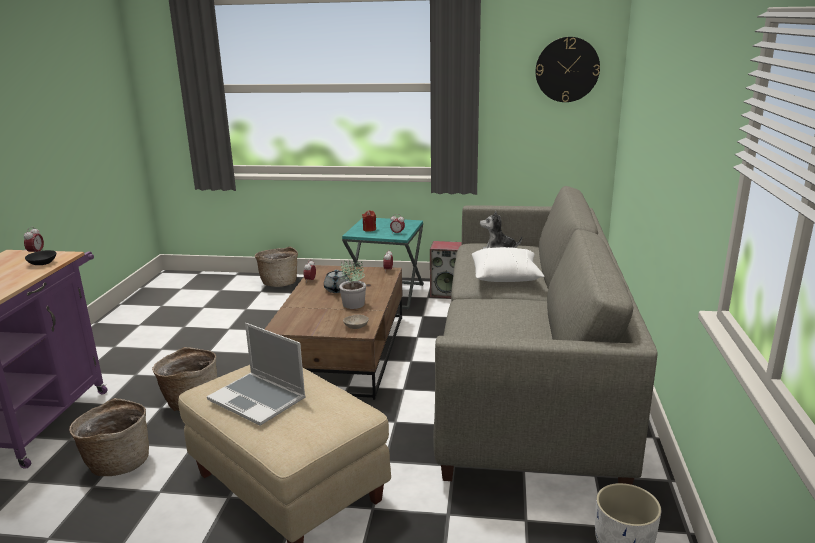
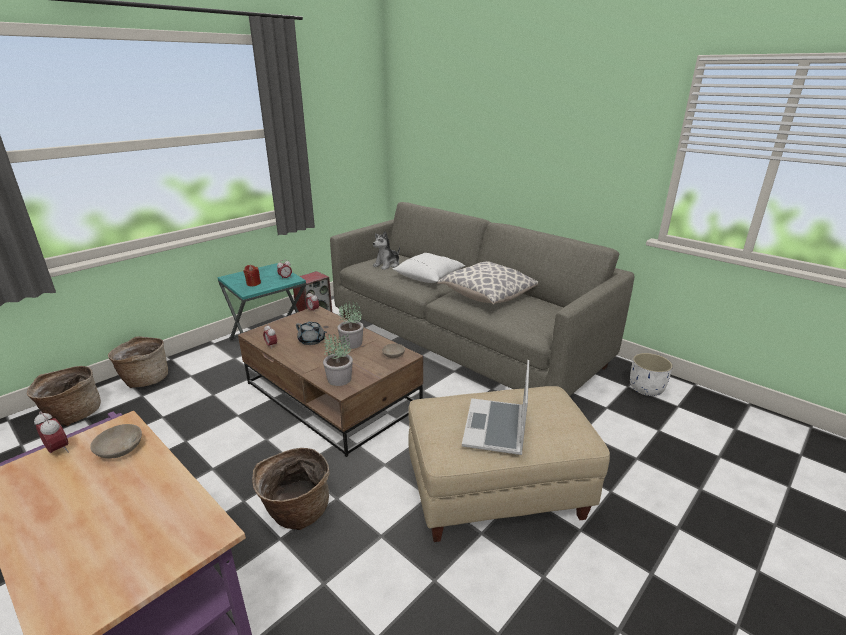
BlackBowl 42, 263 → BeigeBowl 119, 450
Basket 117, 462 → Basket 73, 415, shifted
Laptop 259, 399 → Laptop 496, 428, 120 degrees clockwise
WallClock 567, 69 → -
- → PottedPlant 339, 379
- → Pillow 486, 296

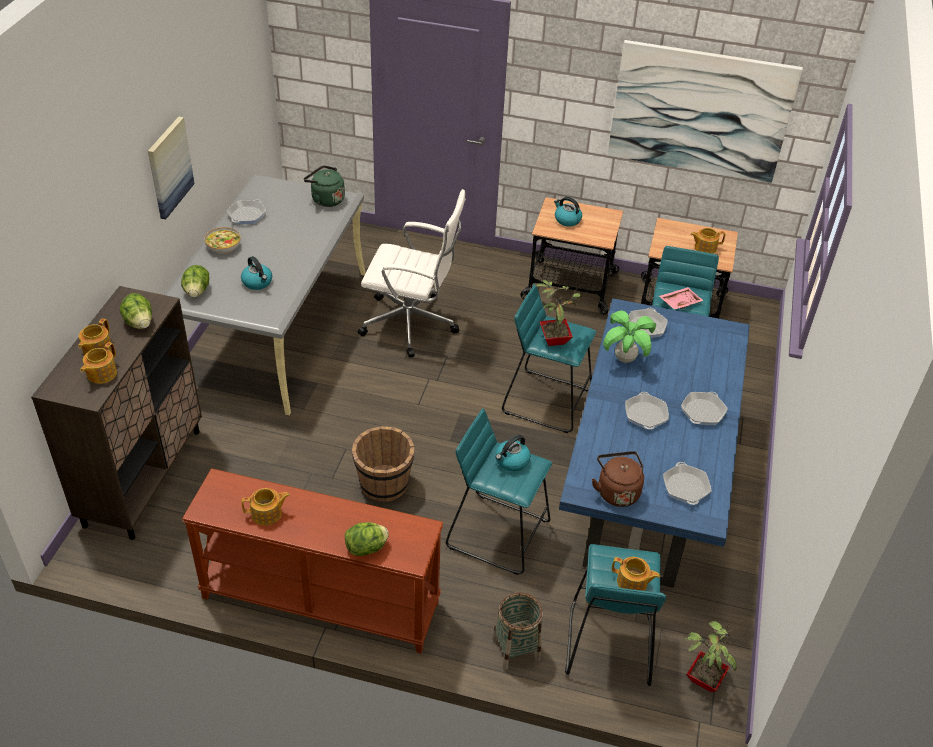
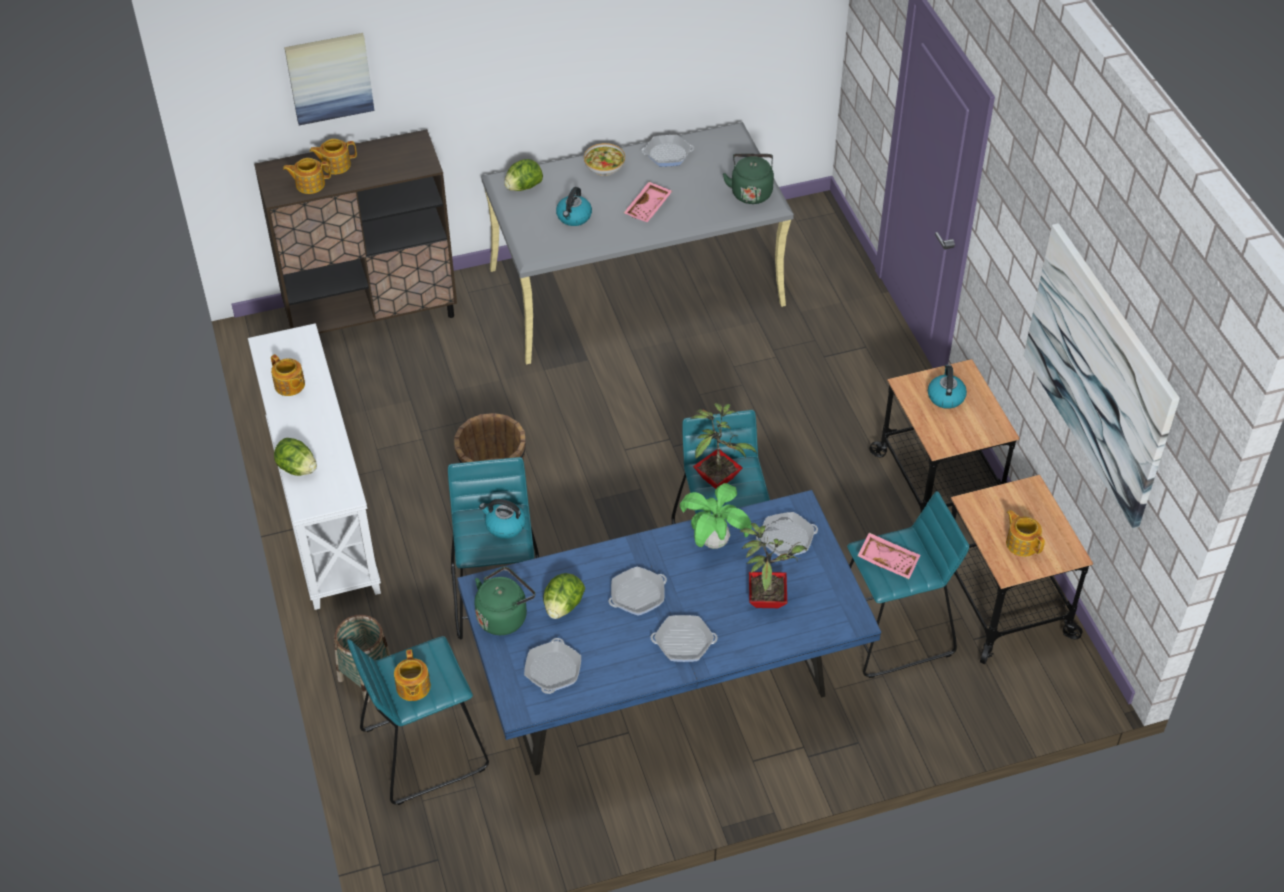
Lettuce 139, 323 → Lettuce 563, 606, shifted
Picture 169, 167 → Picture 329, 77, shifted
BrownConsoleTable 319, 601 → WhiteConsoleTable 321, 508
WhiteOfficeChair 412, 324 → -
BrownKettle 617, 491 → GreenKettle 504, 616
FryingPan 685, 487 → FryingPan 553, 670, 135 degrees clockwise
PottedPlant 703, 679 → PottedPlant 767, 597, shifted
- → PinkTray 649, 207

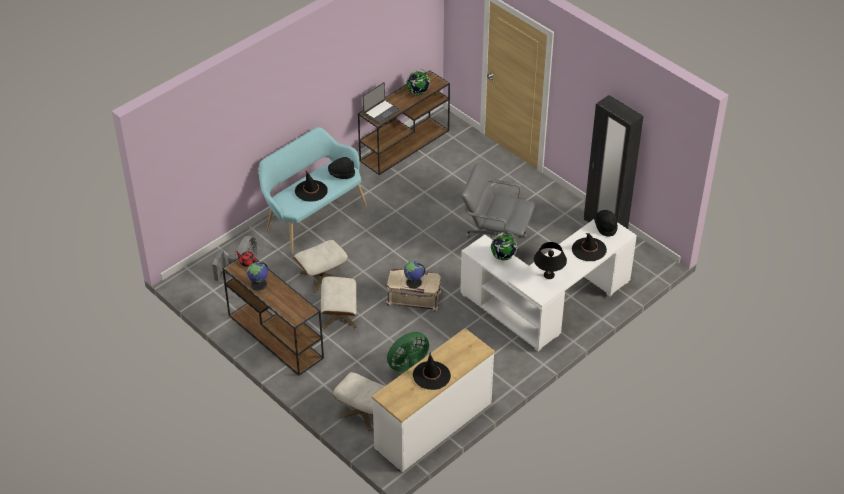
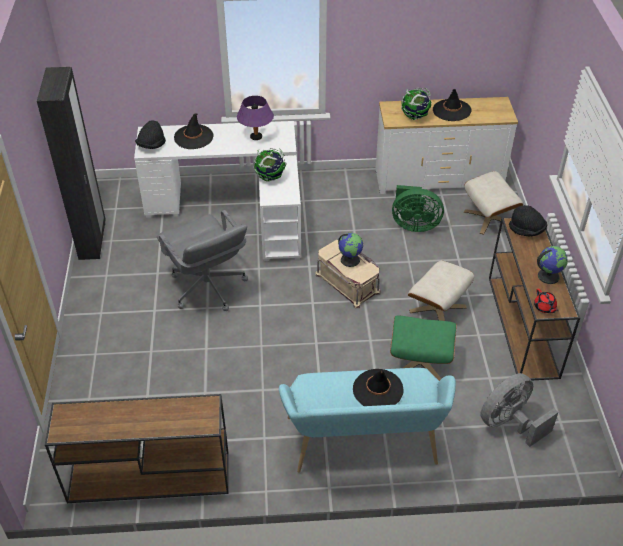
BeigeOttoman 321, 276 → GreenOttoman 420, 361
BlackHat 341, 174 → BlackHat 526, 230, shifted
Laptop 381, 112 → -
Globe 418, 92 → Globe 415, 116, shifted
BlackTableLamp 549, 275 → PurpleTableLamp 256, 137

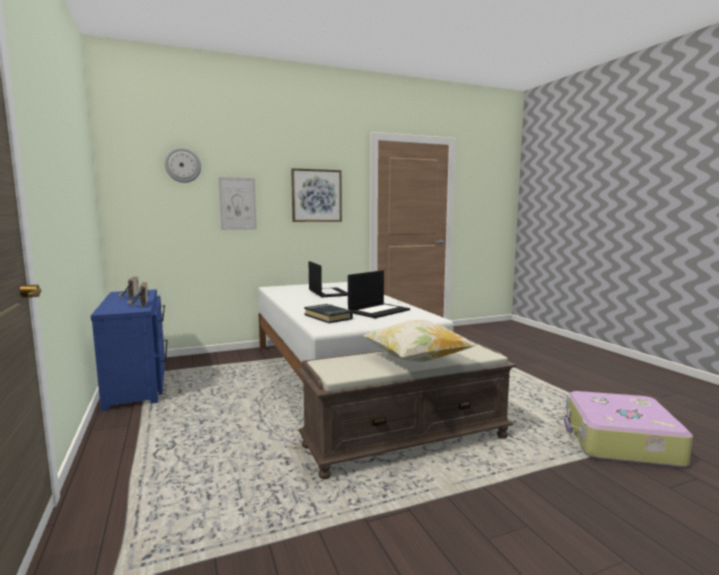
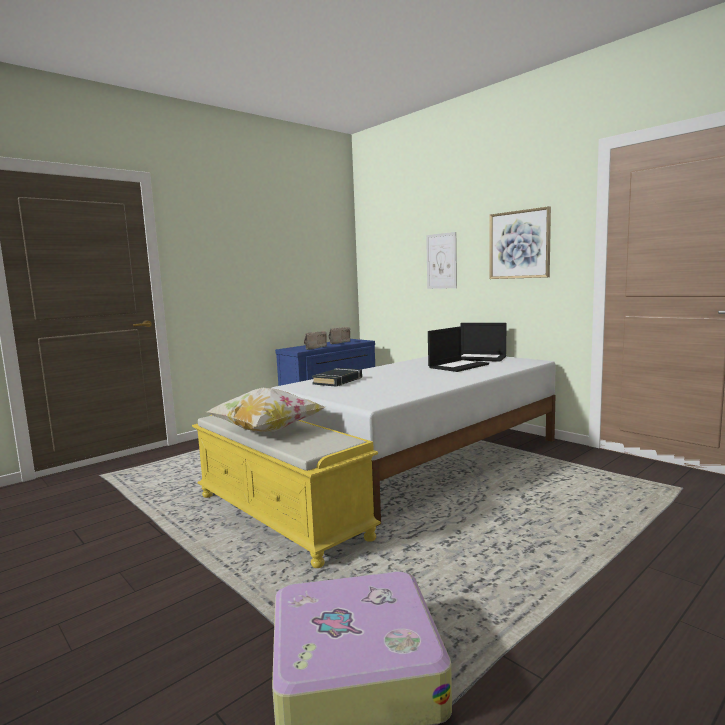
WallClock 183, 165 → -
BrownBench 407, 440 → YellowBench 282, 515
Laptop 378, 311 → Laptop 480, 358, shifted

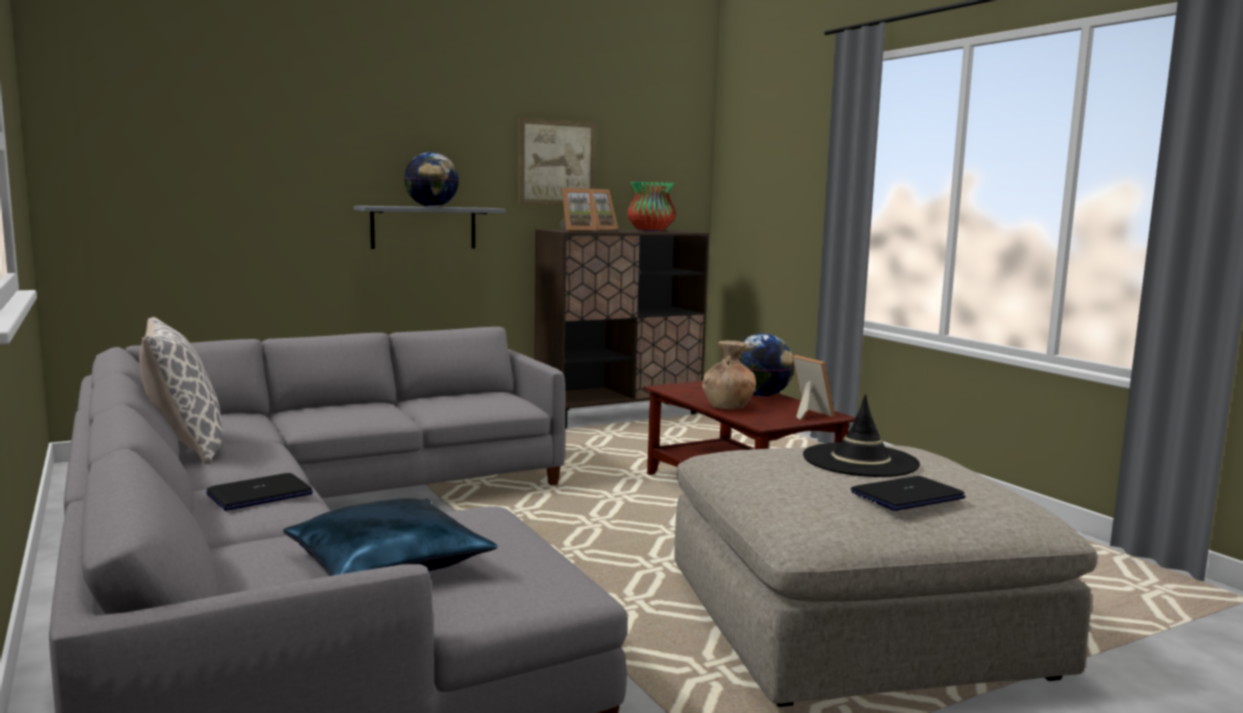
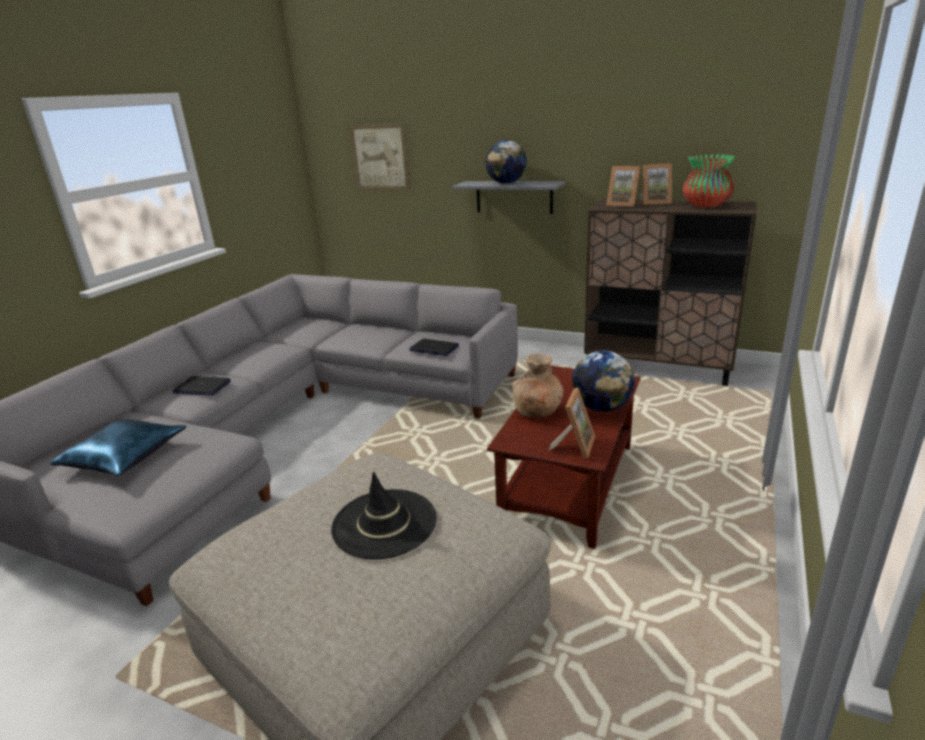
Pillow 185, 448 → -
Picture 556, 163 → Picture 380, 157, shifted
Laptop 907, 496 → Laptop 434, 348, shifted

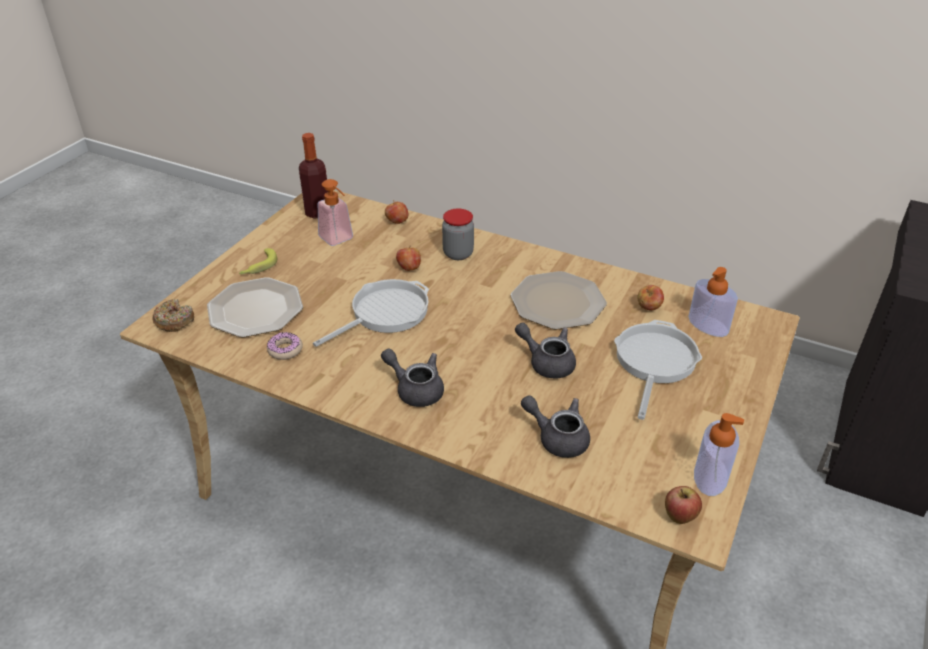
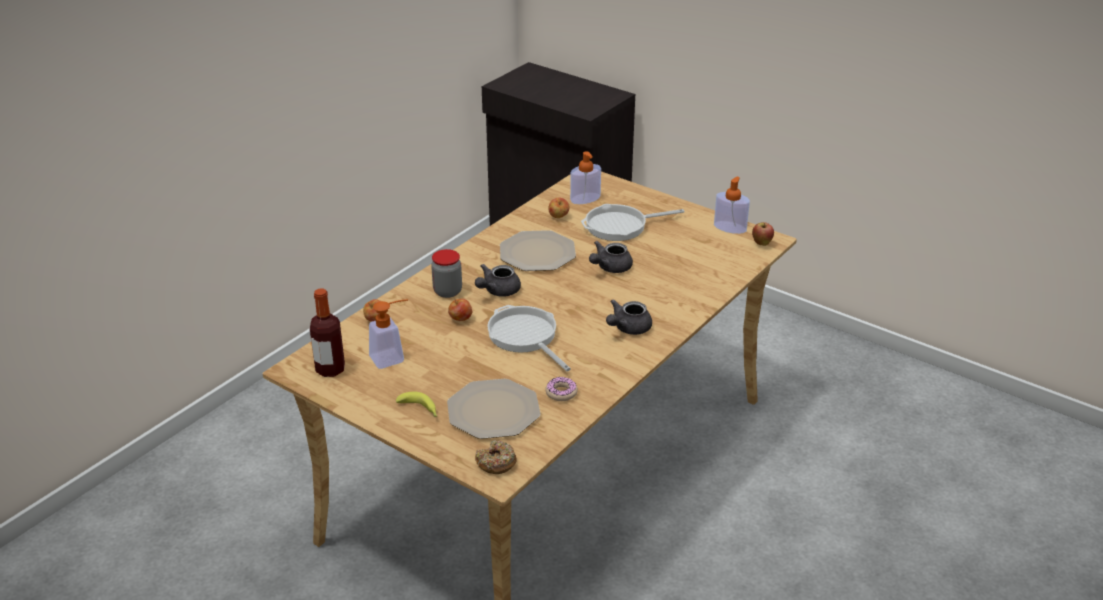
GreyTeapot 557, 437 → GreyTeapot 497, 291, shifted
FryingPan 654, 362 → FryingPan 620, 226, 45 degrees counterclockwise

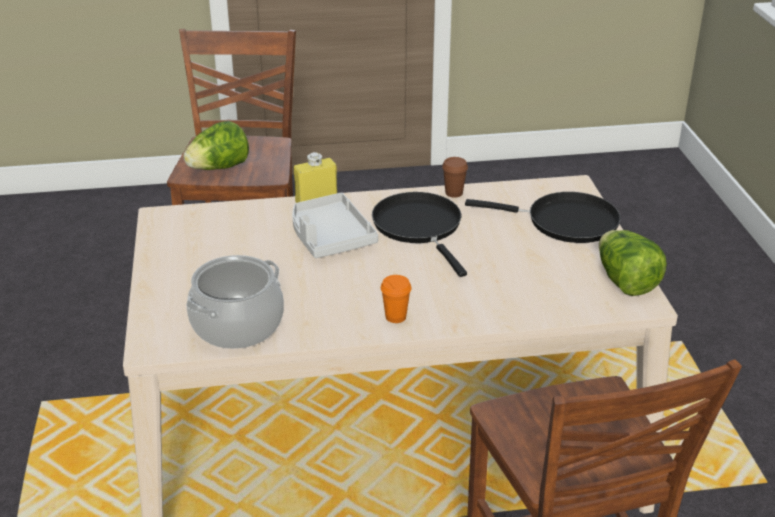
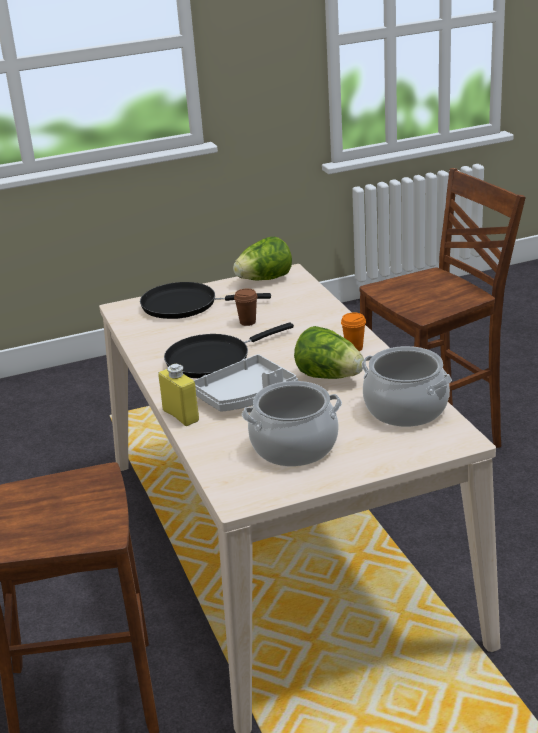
Lettuce 219, 168 → Lettuce 329, 376, shifted
BrownCup 454, 193 → BrownCup 247, 322, shifted
BlackFryingPan 565, 222 → BlackFryingPan 185, 305, 90 degrees counterclockwise
- → CookingPot 294, 446

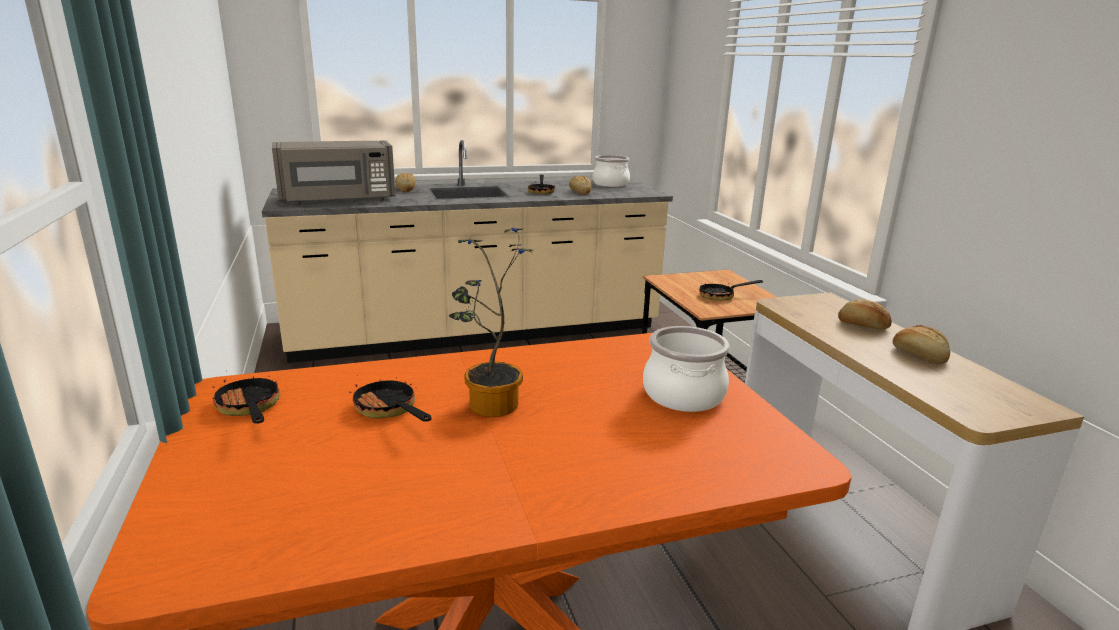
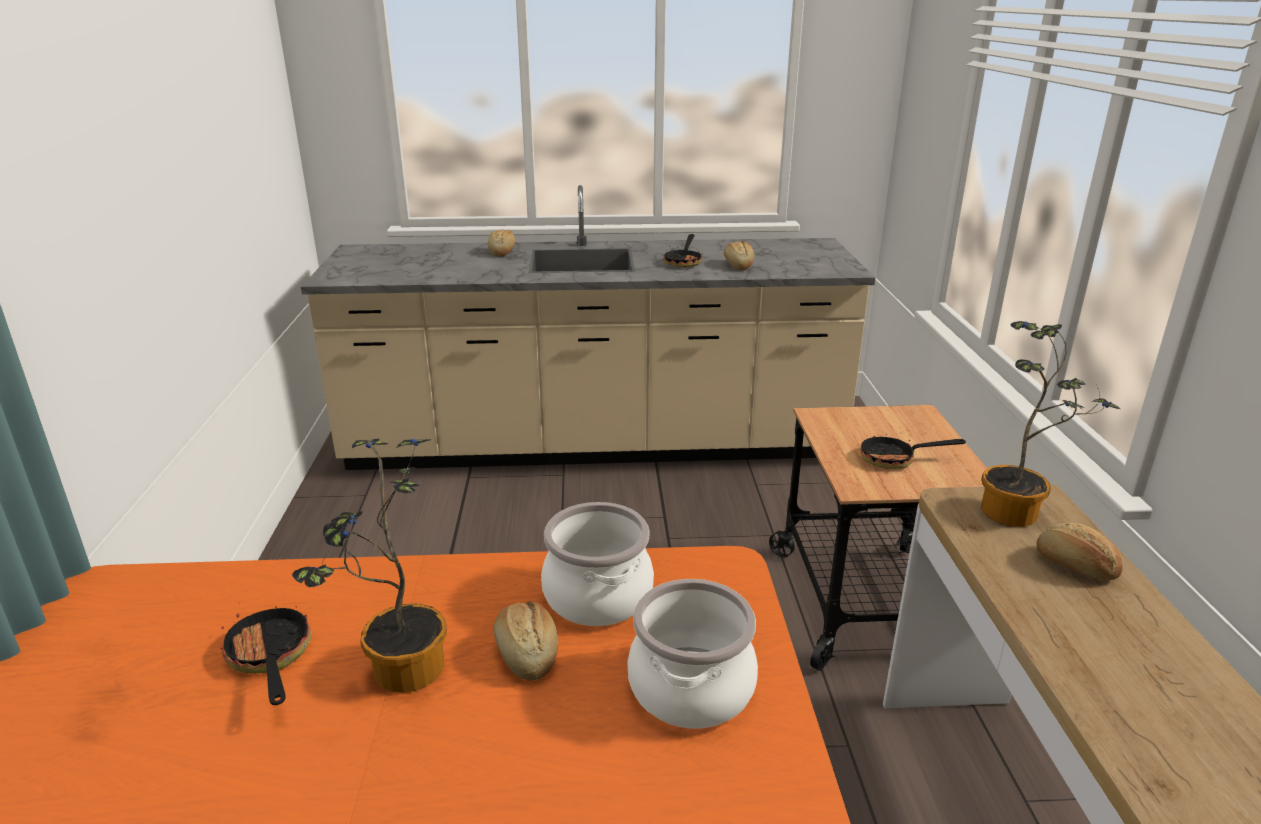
FryingPan 249, 409 → -
GreyMicrowave 338, 200 → -
CookingPot 610, 184 → CookingPot 596, 596, shifted
Bread 919, 355 → Bread 527, 653, shifted
- → PottedPlant 1018, 514

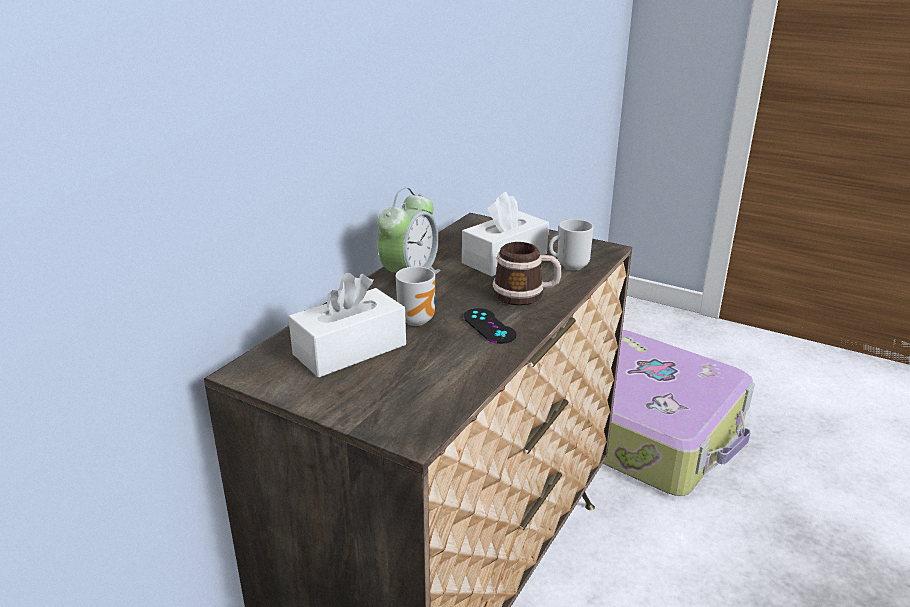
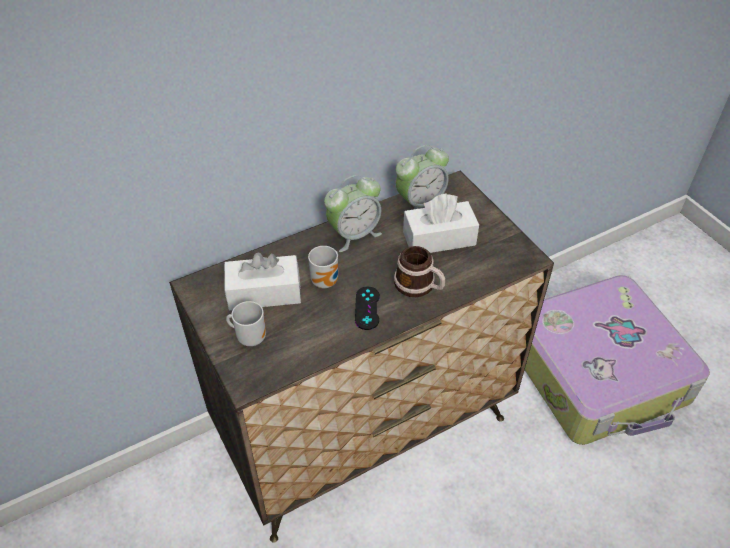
Mug 569, 266 → Mug 250, 337, shifted
- → AlarmClock 420, 204

